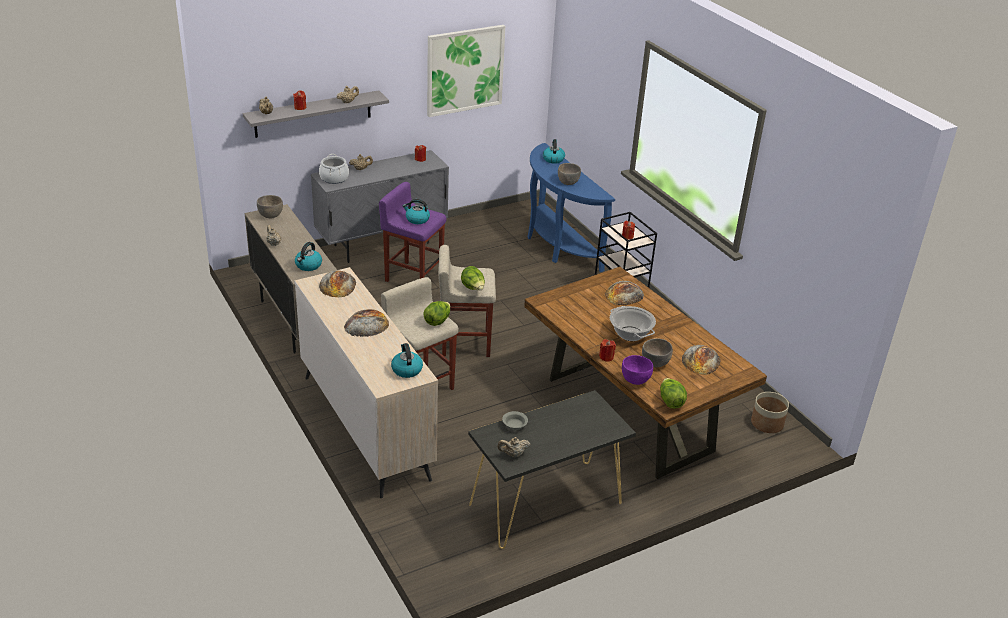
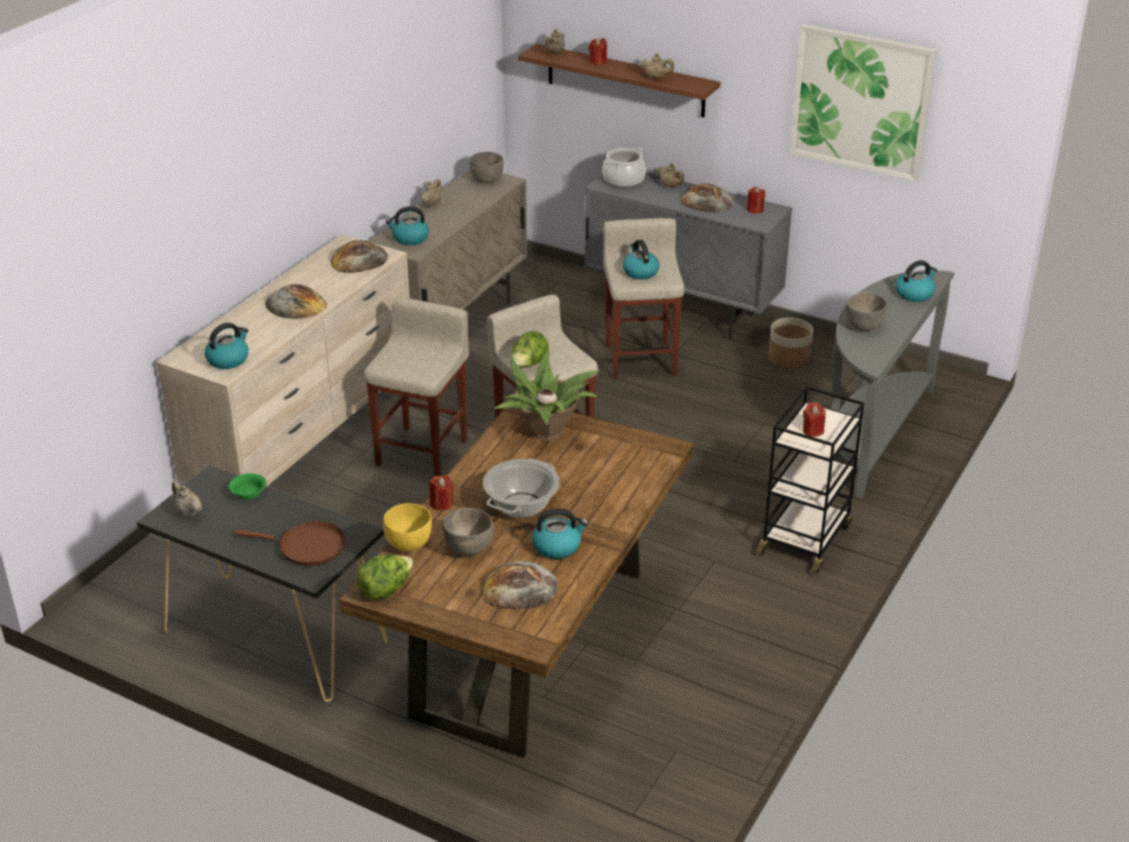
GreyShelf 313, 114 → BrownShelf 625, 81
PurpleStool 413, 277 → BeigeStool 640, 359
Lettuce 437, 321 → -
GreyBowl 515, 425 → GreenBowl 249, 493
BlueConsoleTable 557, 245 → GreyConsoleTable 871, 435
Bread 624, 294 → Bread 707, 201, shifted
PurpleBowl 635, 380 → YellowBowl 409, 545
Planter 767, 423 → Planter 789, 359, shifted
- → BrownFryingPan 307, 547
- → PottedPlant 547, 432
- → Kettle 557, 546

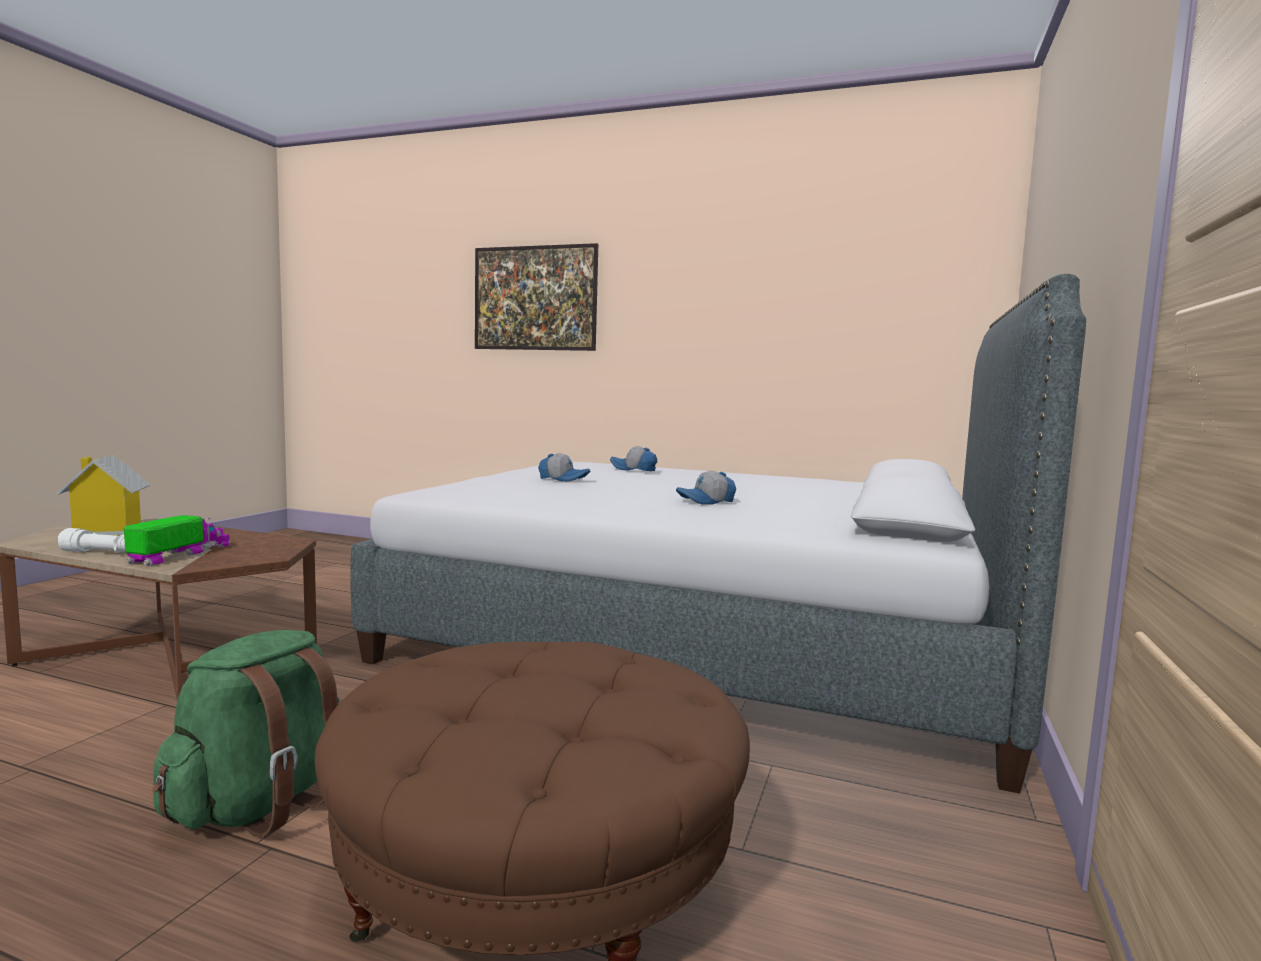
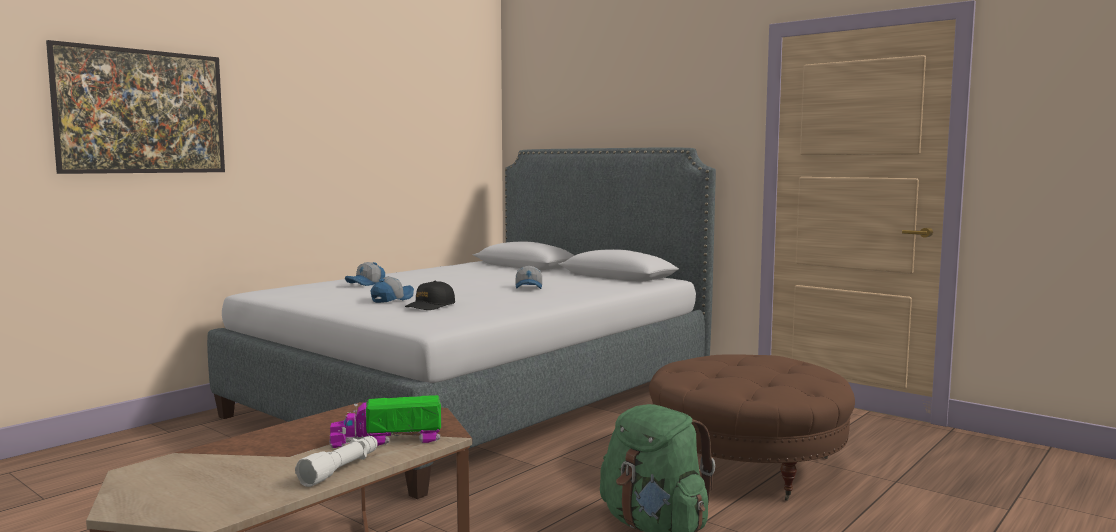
ToyHouse 107, 531 → -
ToyTruck 180, 555 → ToyTruck 386, 440, 45 degrees counterclockwise
- → BlackCap 430, 306

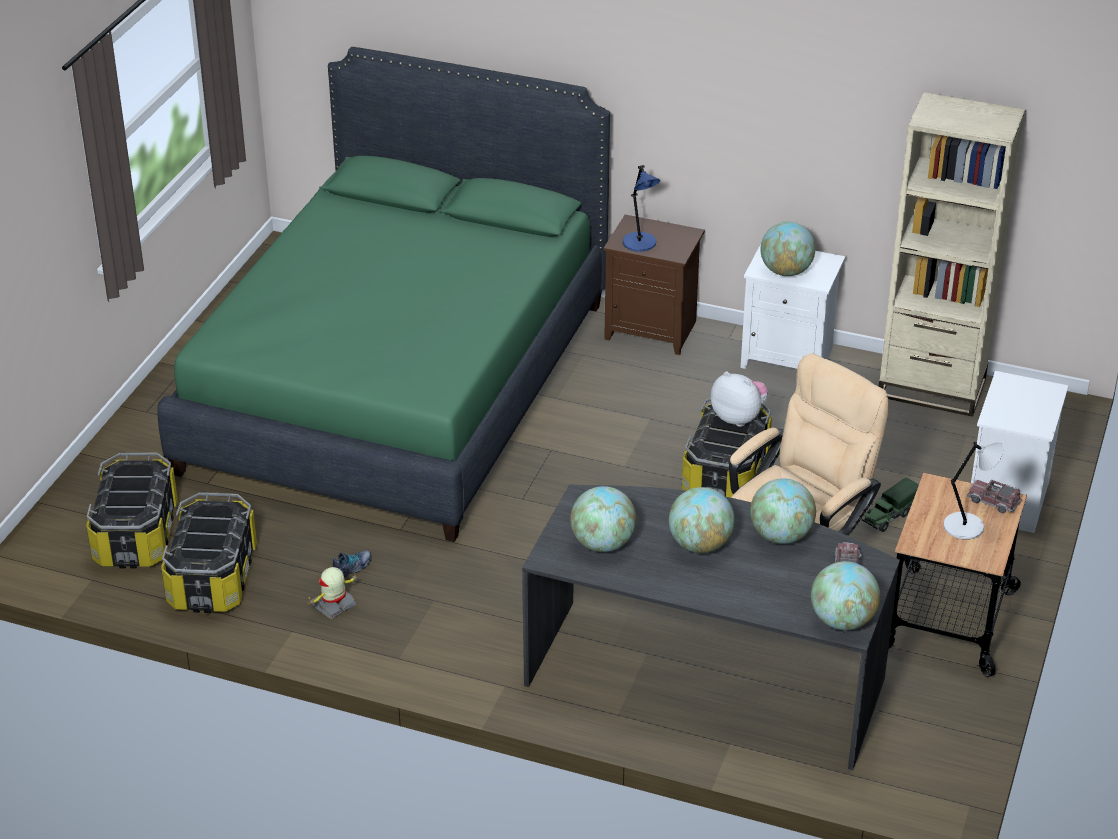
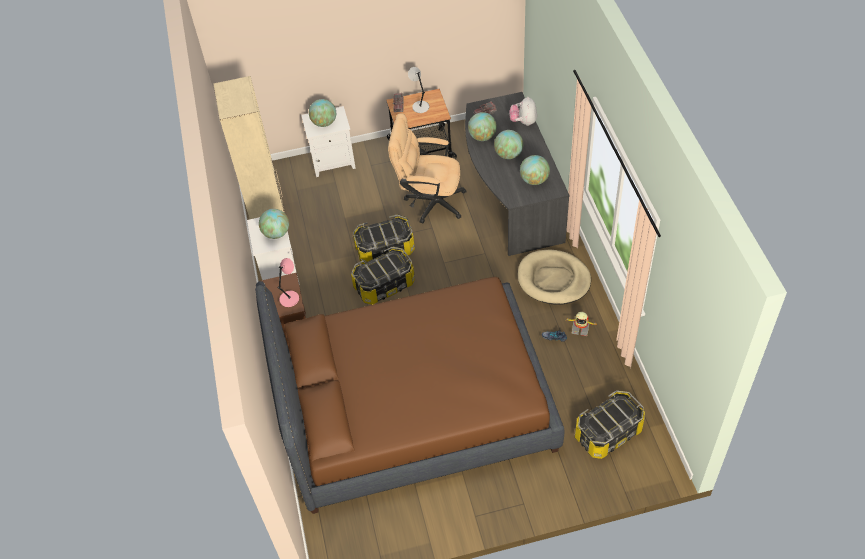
GreenBed 398, 385 → BrownBed 414, 407
StorageBox 212, 577 → StorageBox 384, 285, shifted
BlueTableLamp 640, 243 → PinkTableLamp 290, 298
PlushToy 738, 417 → PlushToy 523, 122, shifted
Globe 842, 621 → Globe 324, 123, shifted
ToyTruck 890, 516 → -
- → BeigeDogBed 553, 279

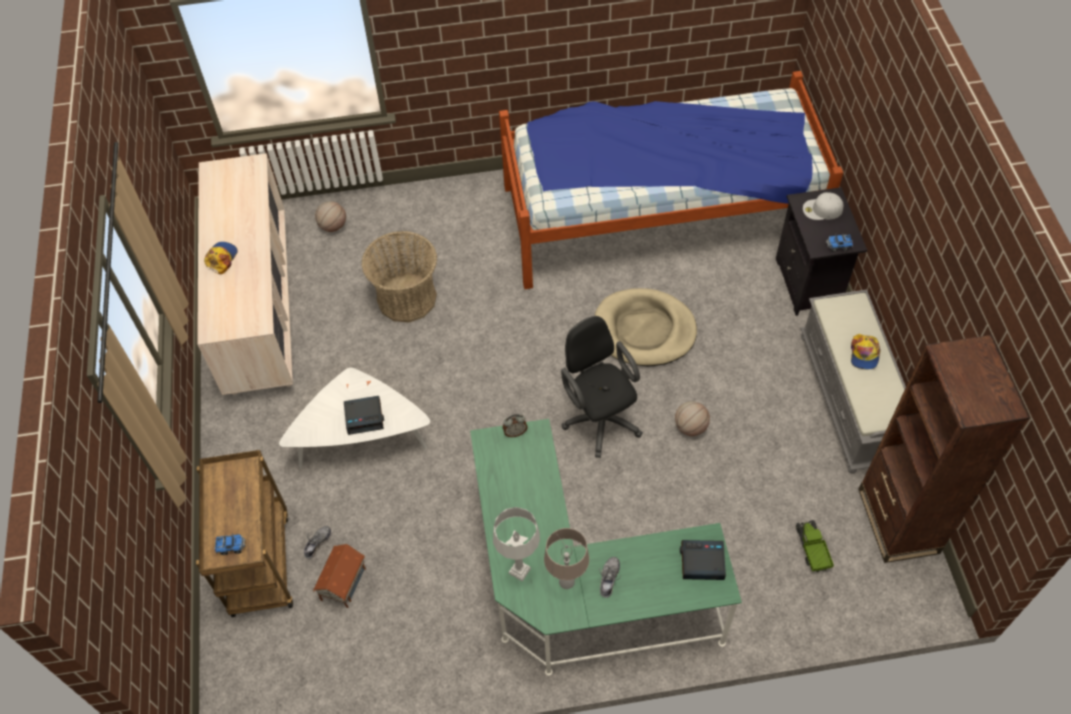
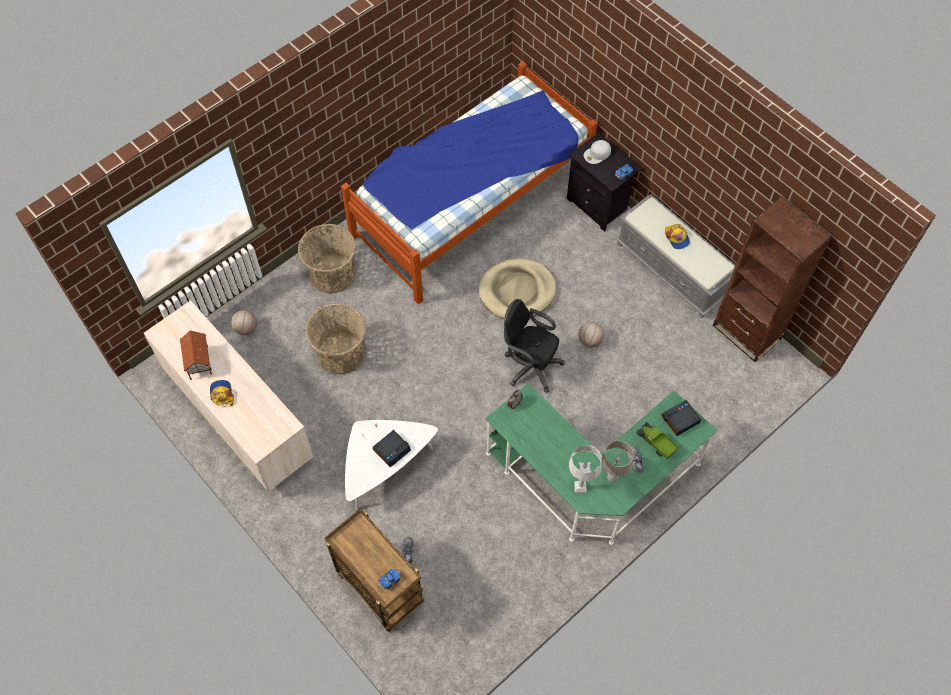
ToyHouse 343, 584 → ToyHouse 199, 363, shifted
ToyTruck 811, 549 → ToyTruck 656, 443, shifted
- → Basket 332, 273

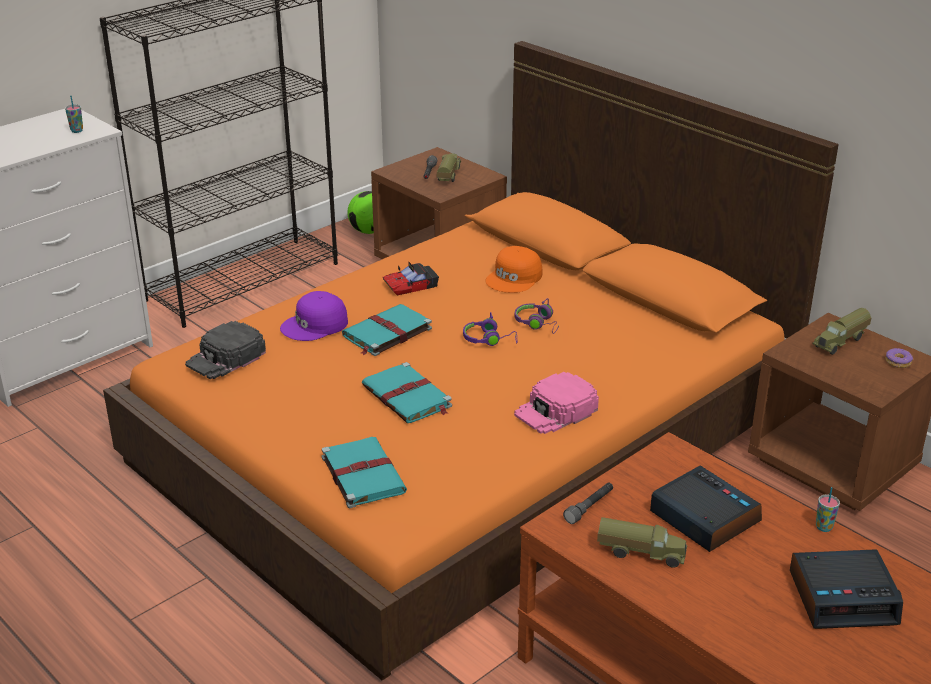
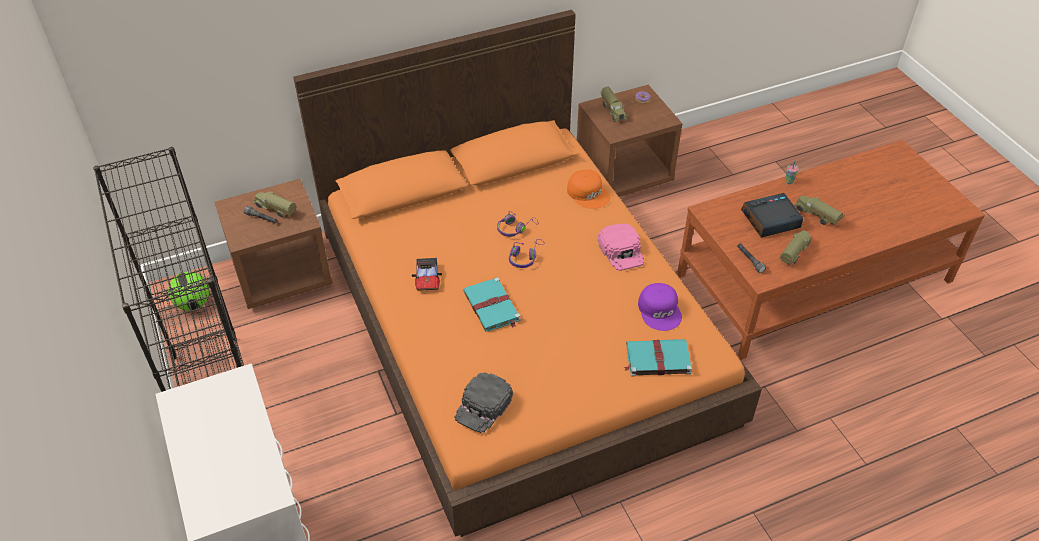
Cup 77, 131 → -
BlackCap 226, 357 → BlackCap 483, 406, 60 degrees clockwise
PurpleCap 315, 325 → PurpleCap 660, 310, shifted
TurquoiseBook 408, 397 → -
OrangeCap 515, 278 → OrangeCap 588, 193, shifted
AlarmClock 843, 597 → -
- → ToyTruck 816, 216

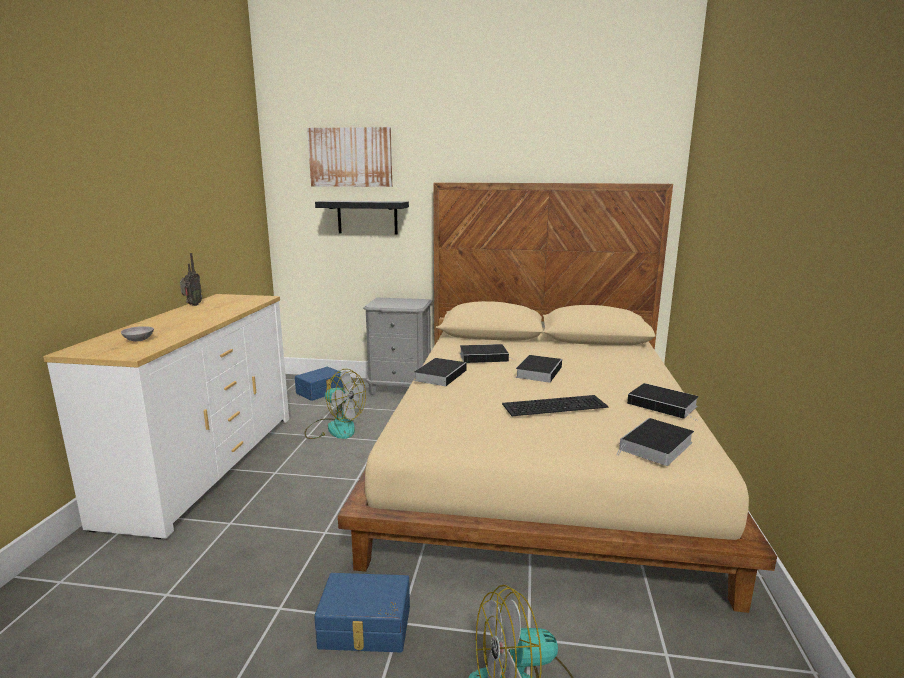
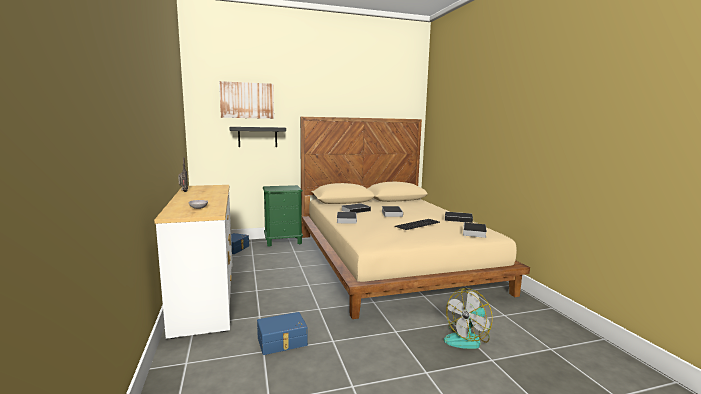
Fan 334, 428 → -
BlueStorageBox 365, 628 → BlueStorageBox 282, 342, shifted
GreyNightstand 400, 389 → GreenNightstand 283, 241

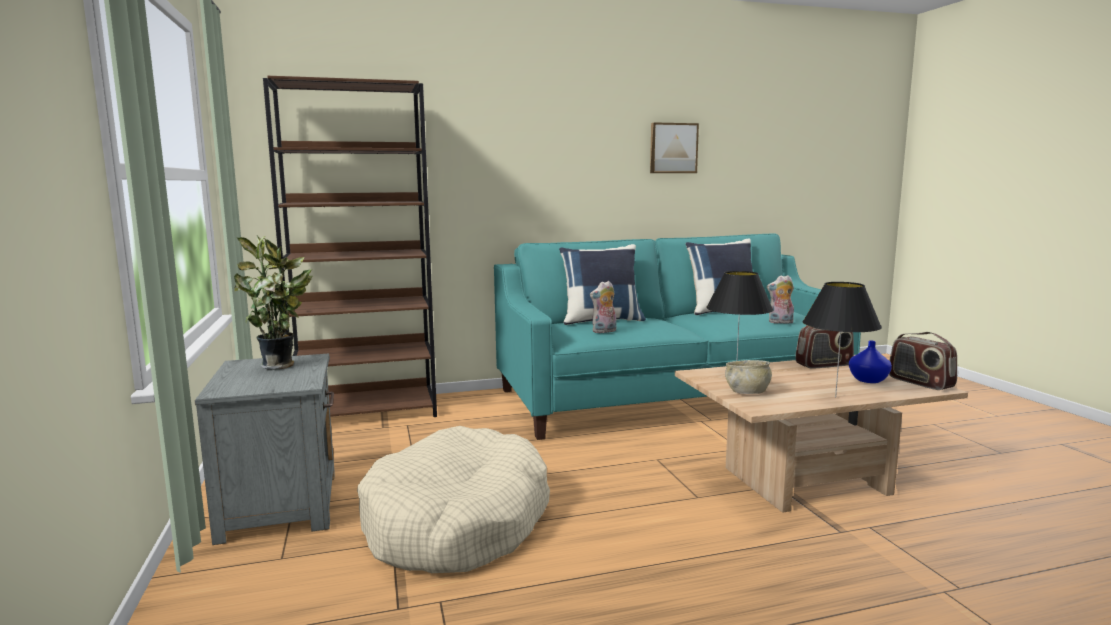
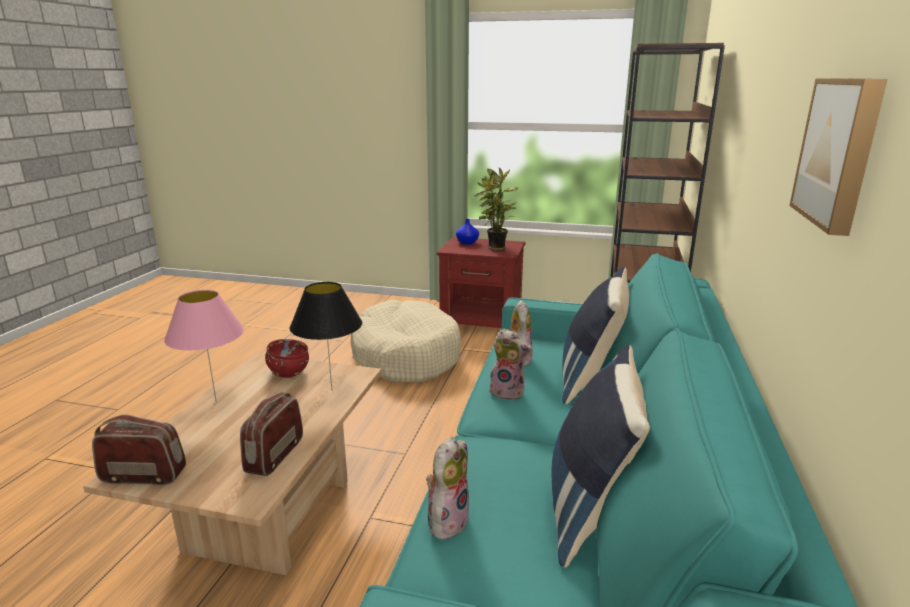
GreyNightstand 282, 504 → RedNightstand 482, 321
BeigeBowl 747, 392 → RedBowl 288, 372
BlackTableLamp 835, 397 → PinkTableLamp 216, 401
BlueVase 868, 380 → BlueVase 467, 242, shifted
- → PlushToy 508, 392

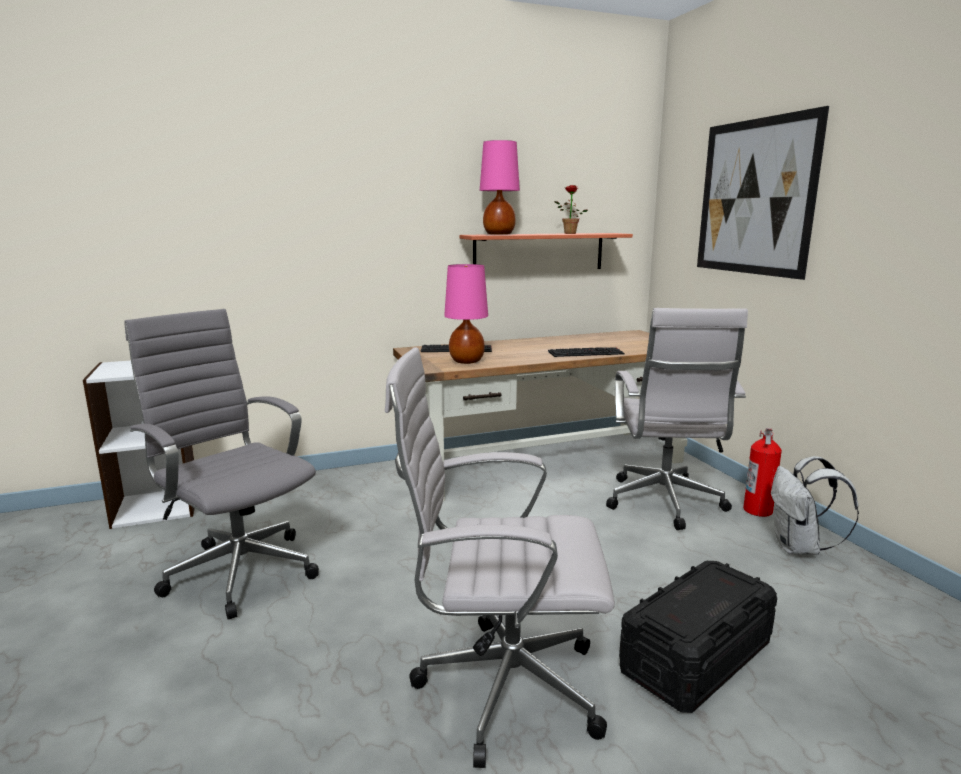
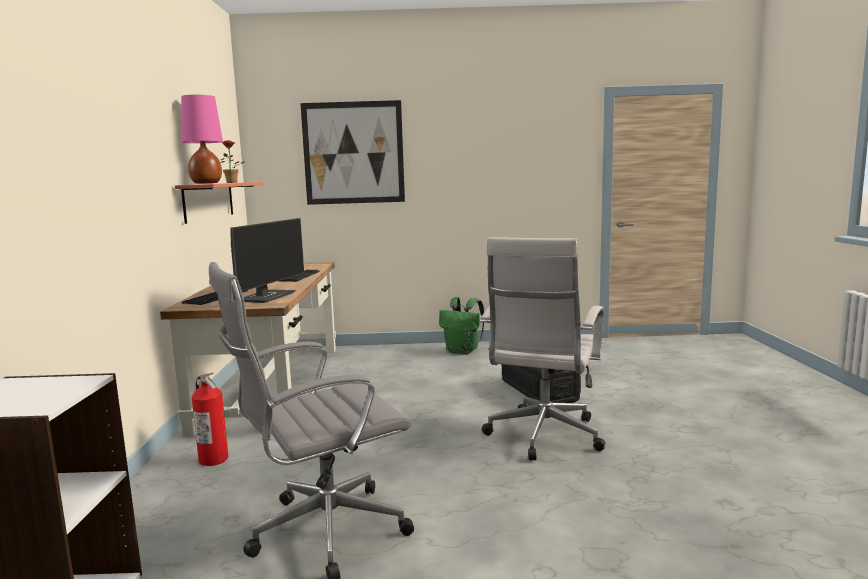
PinkTableLamp 467, 361 → Monitor 266, 296
WhiteOfficeChair 665, 504 → -
FireExtinguisher 758, 510 → FireExtinguisher 214, 459, shifted
WhiteBackpack 799, 548 → GreenBackpack 463, 351

